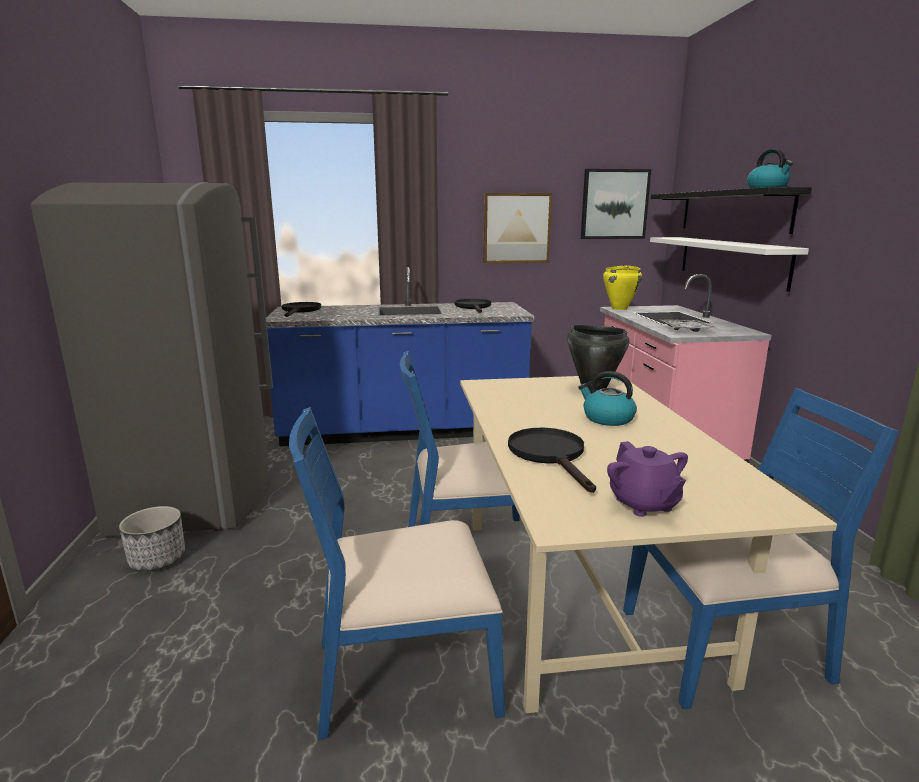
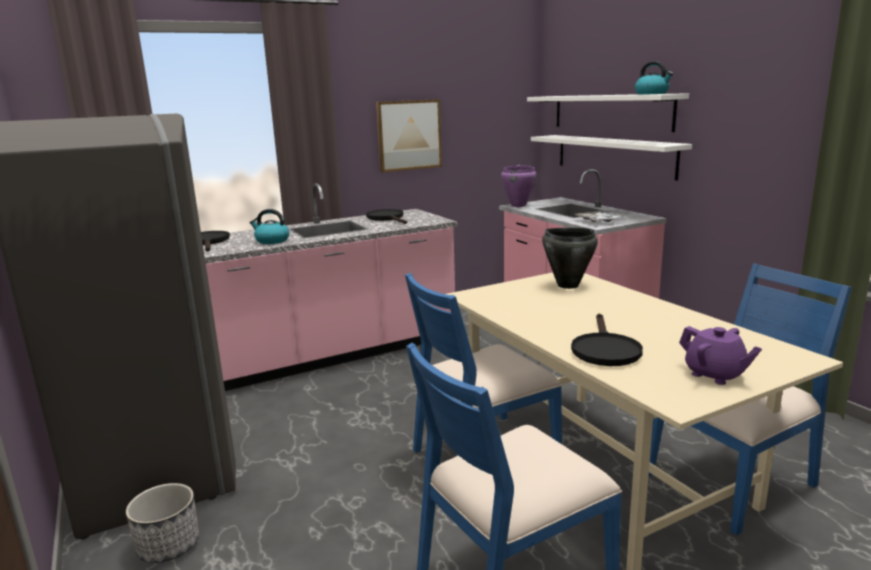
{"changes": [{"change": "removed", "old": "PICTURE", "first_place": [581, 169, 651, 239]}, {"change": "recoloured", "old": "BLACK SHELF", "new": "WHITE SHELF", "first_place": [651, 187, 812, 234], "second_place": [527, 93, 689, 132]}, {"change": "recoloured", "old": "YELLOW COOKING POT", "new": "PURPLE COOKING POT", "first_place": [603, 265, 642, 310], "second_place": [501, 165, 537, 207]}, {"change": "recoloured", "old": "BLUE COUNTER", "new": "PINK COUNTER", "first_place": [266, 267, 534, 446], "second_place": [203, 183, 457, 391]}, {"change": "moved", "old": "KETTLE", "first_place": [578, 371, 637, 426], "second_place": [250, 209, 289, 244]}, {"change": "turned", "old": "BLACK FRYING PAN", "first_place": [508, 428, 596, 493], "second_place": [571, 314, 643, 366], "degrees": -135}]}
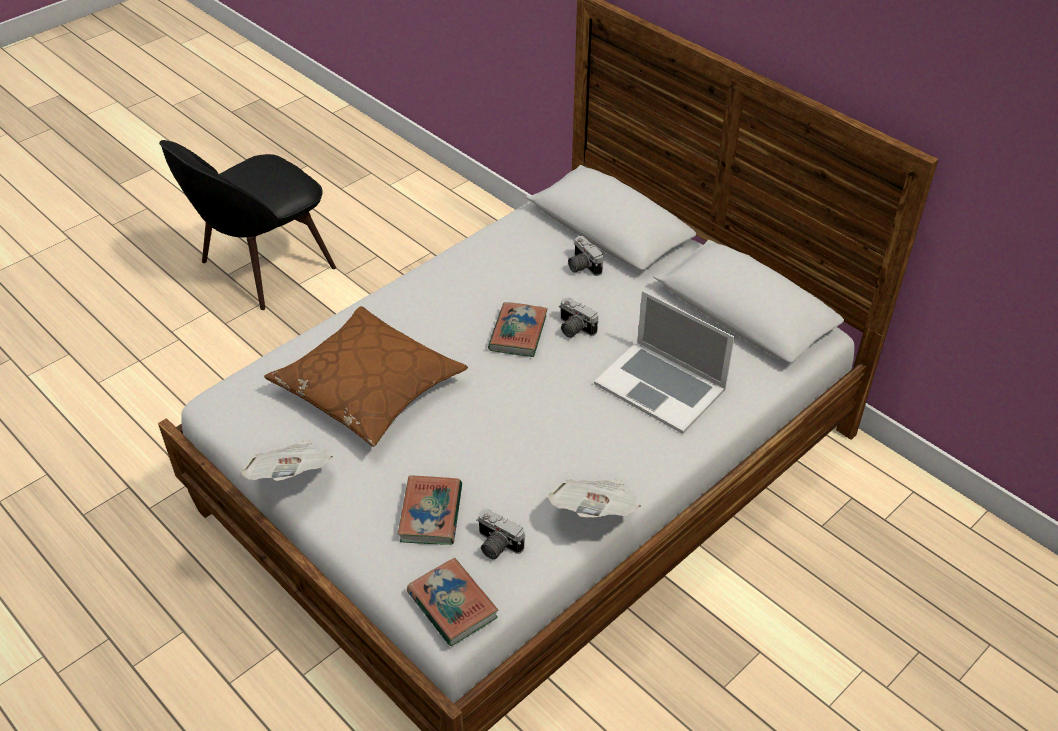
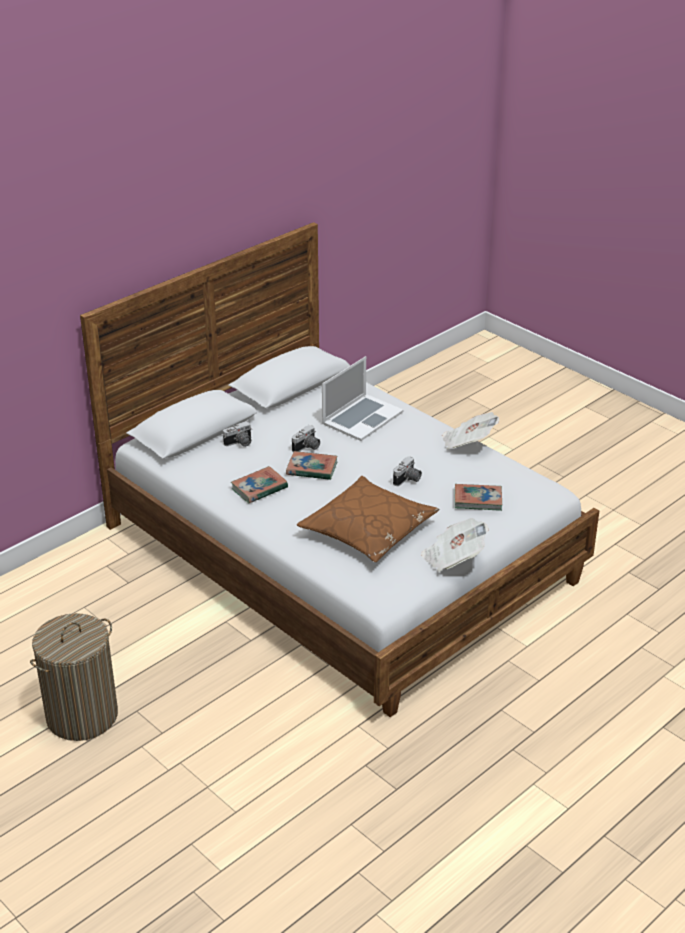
{"changes": [{"change": "replaced", "old": "BLACK CHAIR", "new": "LAUNDRY BASKET", "first_place": [159, 140, 336, 310], "second_place": [30, 613, 118, 741]}, {"change": "moved", "old": "PHOTO CAMERA", "first_place": [476, 509, 525, 560], "second_place": [393, 456, 422, 486]}, {"change": "moved", "old": "BOOK", "first_place": [407, 558, 498, 646], "second_place": [231, 466, 288, 503]}]}
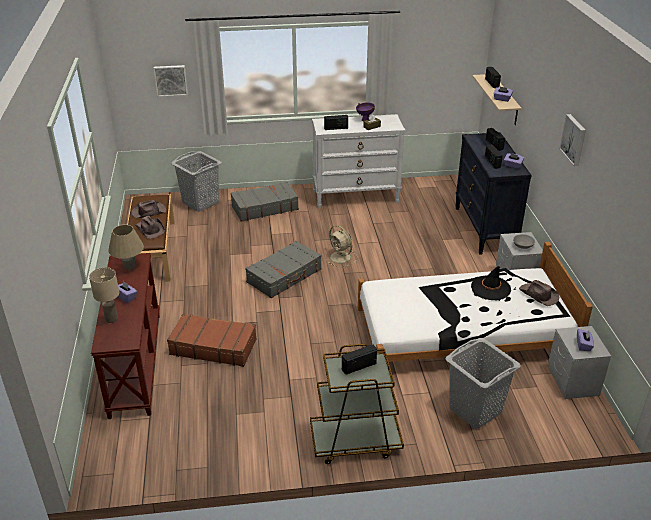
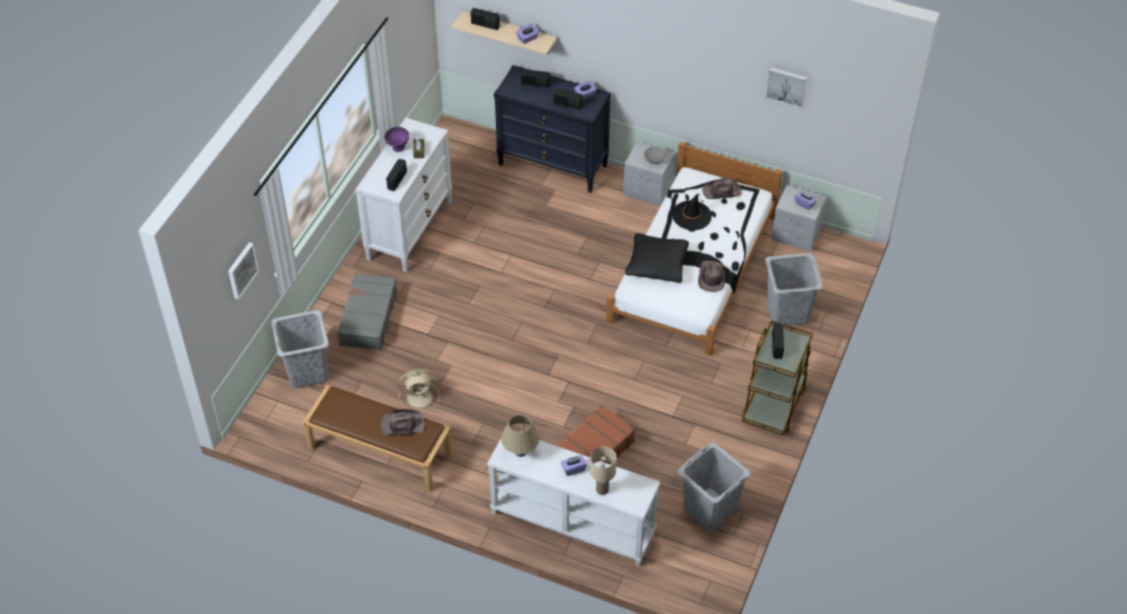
{"changes": [{"change": "moved", "old": "PICTURE", "first_place": [559, 114, 586, 166], "second_place": [766, 67, 807, 109]}, {"change": "moved", "old": "BROWN HAT", "first_place": [131, 200, 166, 218], "second_place": [698, 261, 725, 292]}, {"change": "moved", "old": "BEIGE FAN", "first_place": [325, 225, 357, 267], "second_place": [398, 369, 439, 412]}, {"change": "removed", "old": "GREY SUITCASE", "first_place": [245, 241, 322, 298]}, {"change": "recoloured", "old": "BROWN CONSOLE TABLE", "new": "WHITE CONSOLE TABLE", "first_place": [91, 253, 160, 419], "second_place": [487, 439, 660, 567]}, {"change": "added", "new": "BLACK PILLOW", "second_place": [625, 233, 689, 283]}, {"change": "added", "new": "GREY LAUNDRY BASKET", "second_place": [678, 443, 751, 531]}]}
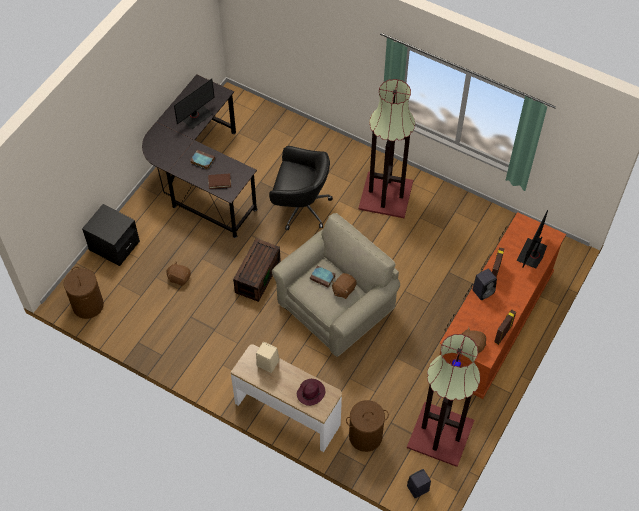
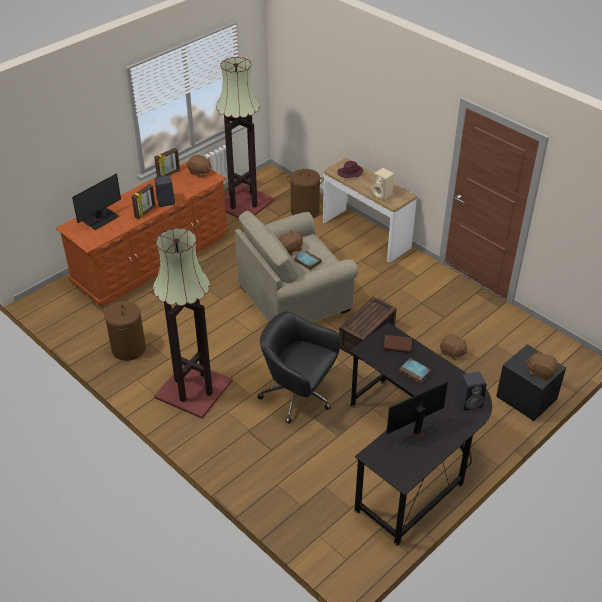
{"changes": [{"change": "moved", "old": "BROWN LAUNDRY BASKET", "first_place": [64, 267, 104, 319], "second_place": [104, 300, 146, 361]}, {"change": "moved", "old": "BLACK SPEAKER", "first_place": [407, 469, 431, 499], "second_place": [458, 371, 486, 411]}, {"change": "added", "new": "BROWN PLUSH TOY", "second_place": [526, 351, 558, 380]}]}
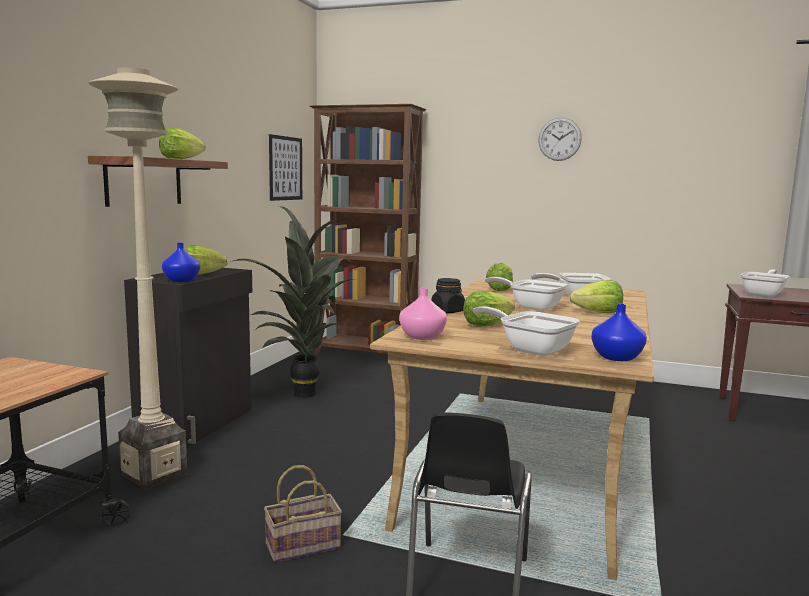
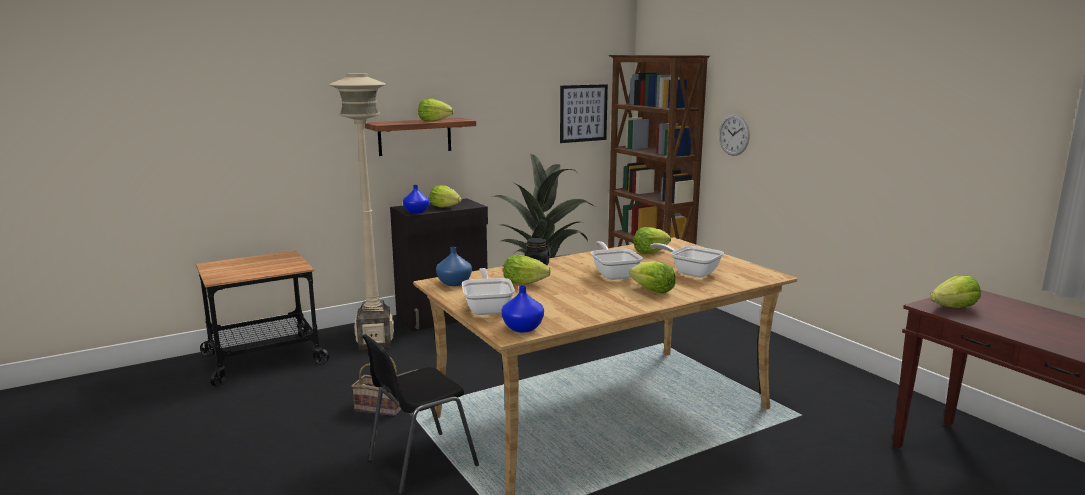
{"changes": [{"change": "moved", "old": "WALL CLOCK", "first_place": [538, 117, 582, 161], "second_place": [719, 114, 750, 156]}, {"change": "replaced", "old": "FRYING PAN", "new": "LETTUCE", "first_place": [741, 269, 790, 297], "second_place": [930, 275, 981, 308]}, {"change": "recoloured", "old": "PINK VASE", "new": "BLUE VASE", "first_place": [399, 288, 447, 340], "second_place": [436, 247, 472, 286]}]}
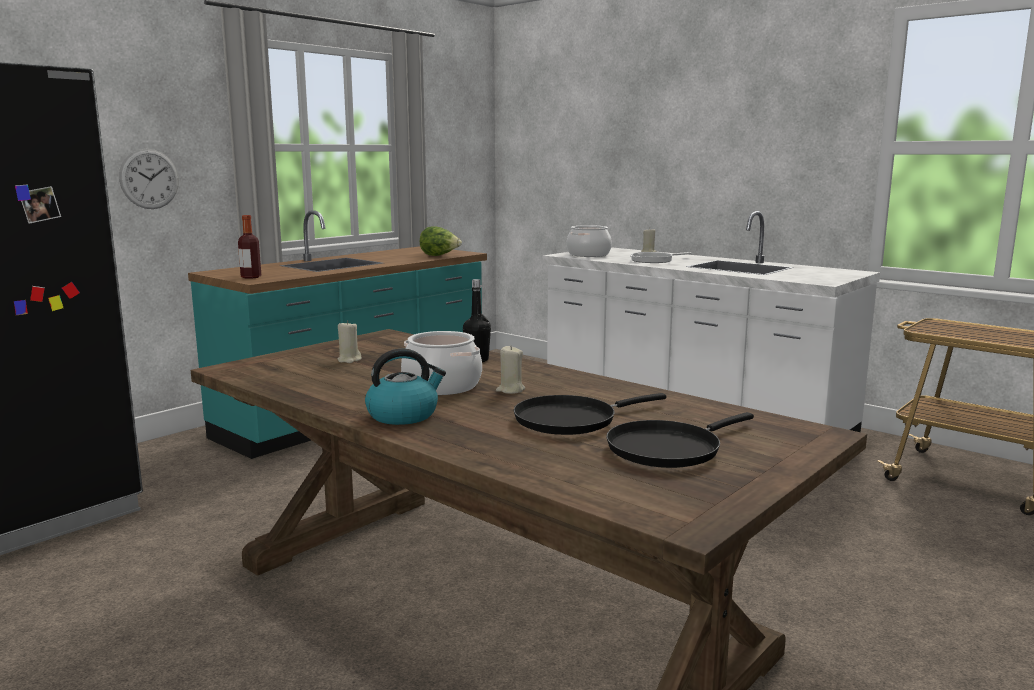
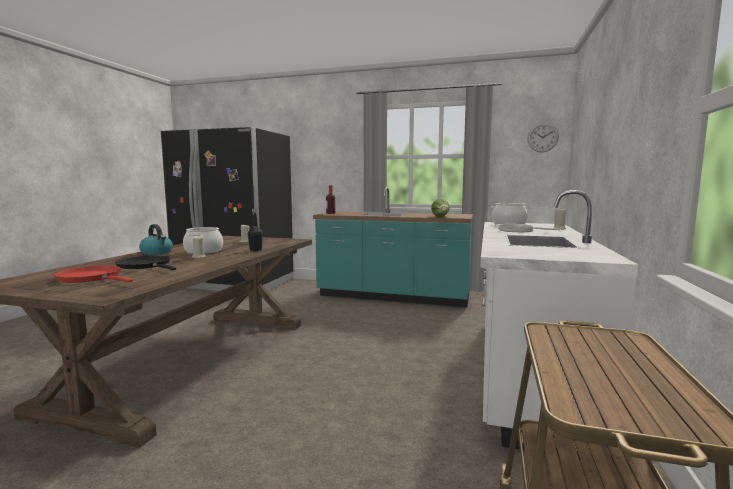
{"changes": [{"change": "moved", "old": "WALL CLOCK", "first_place": [119, 149, 179, 209], "second_place": [527, 123, 559, 152]}, {"change": "recoloured", "old": "BLACK FRYING PAN", "new": "RED FRYING PAN", "first_place": [606, 412, 754, 468], "second_place": [53, 265, 133, 283]}]}
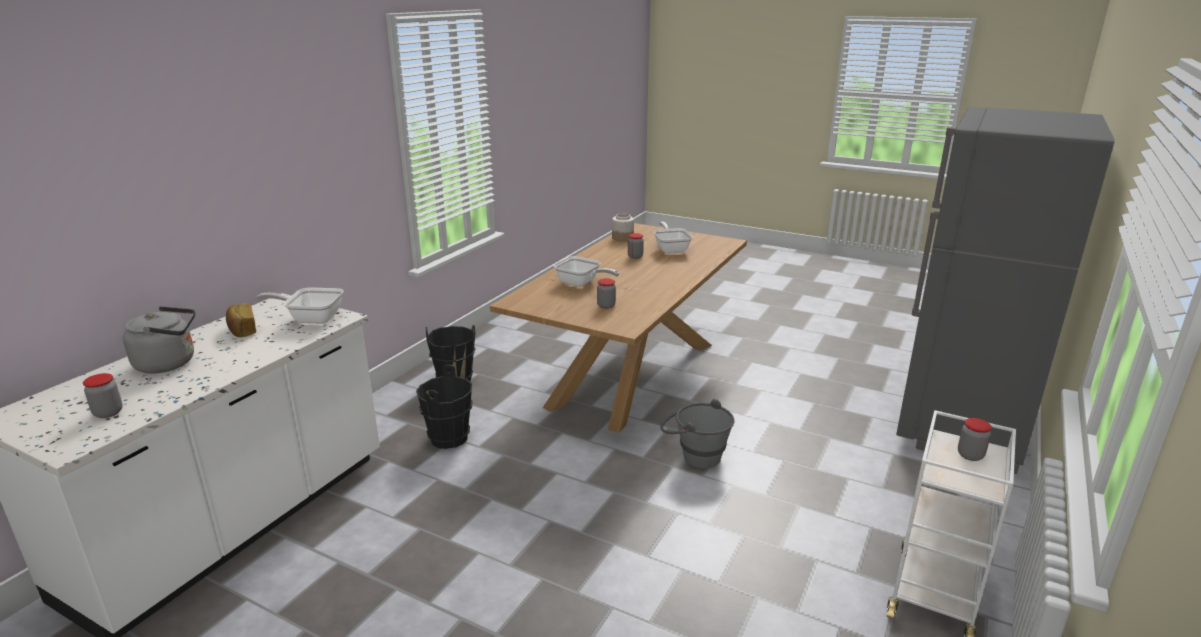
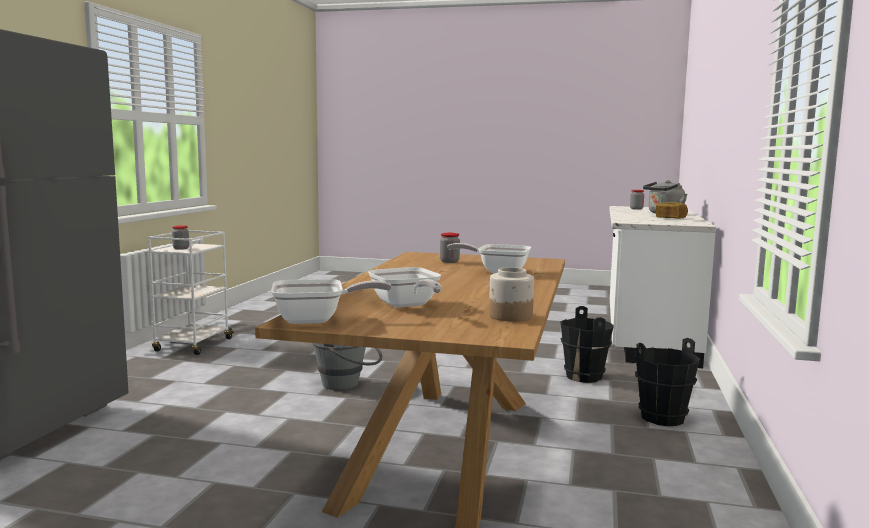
{"changes": [{"change": "removed", "old": "JAR", "first_place": [628, 233, 644, 259]}, {"change": "moved", "old": "FRYING PAN", "first_place": [256, 288, 344, 324], "second_place": [271, 279, 392, 324]}]}
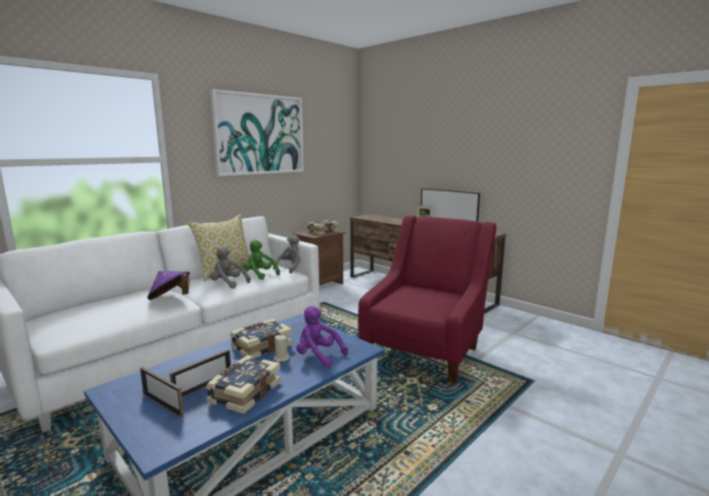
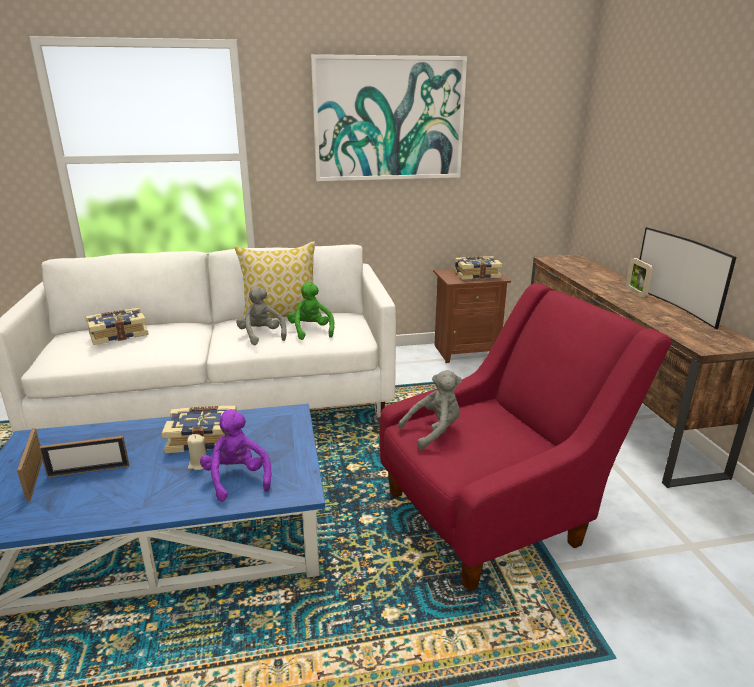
{"changes": [{"change": "moved", "old": "GREY PLUSH TOY", "first_place": [273, 234, 301, 273], "second_place": [398, 370, 462, 450]}, {"change": "removed", "old": "PURPLE HAT", "first_place": [147, 271, 190, 300]}, {"change": "moved", "old": "BOOK", "first_place": [206, 355, 281, 414], "second_place": [86, 308, 149, 345]}]}
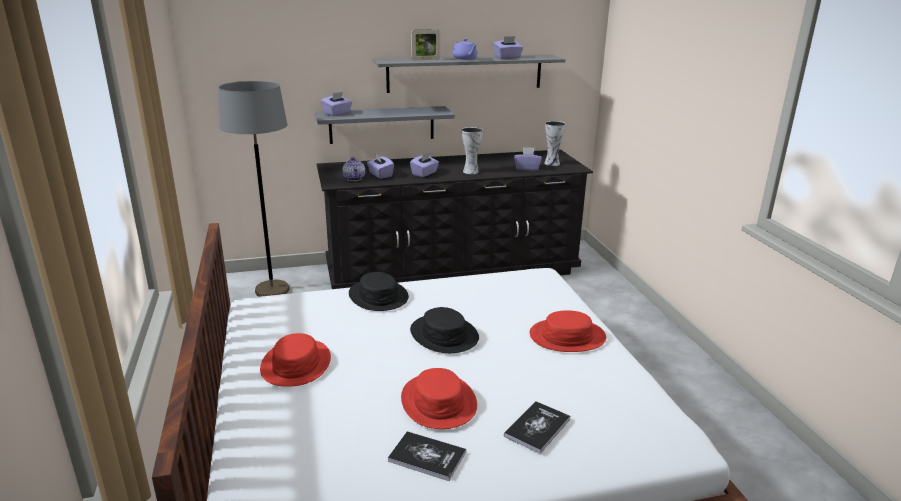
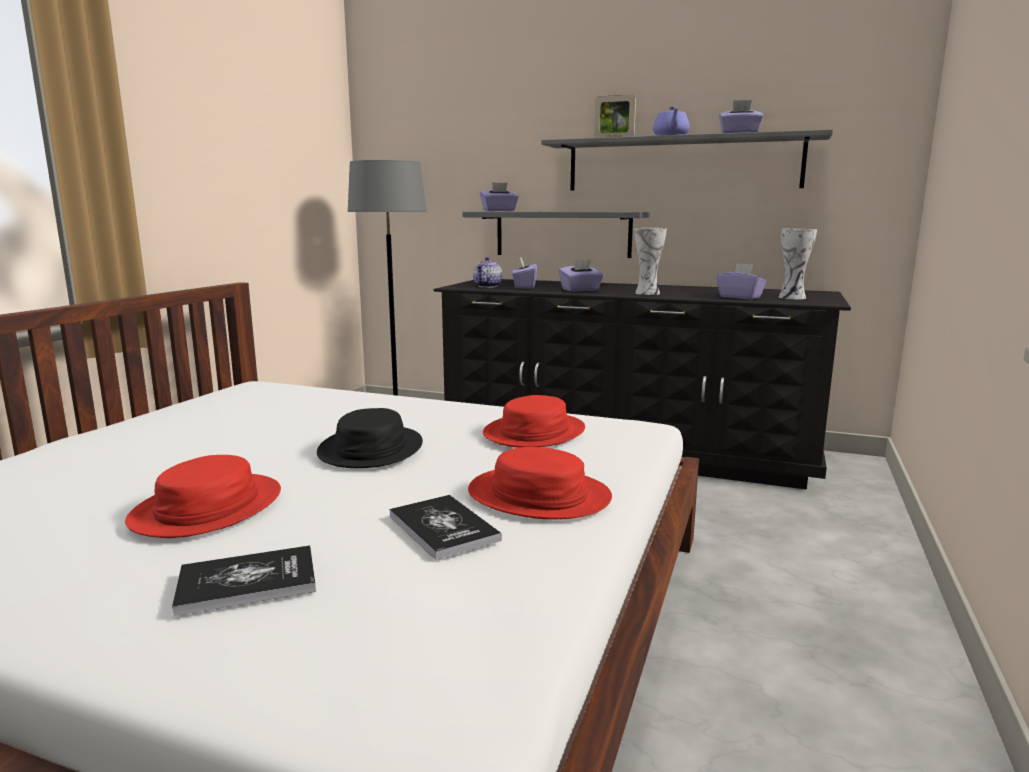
{"changes": [{"change": "removed", "old": "BLACK HAT", "first_place": [349, 272, 409, 311]}, {"change": "moved", "old": "RED HAT", "first_place": [260, 333, 331, 387], "second_place": [483, 395, 585, 448]}, {"change": "moved", "old": "BOOK", "first_place": [388, 431, 466, 481], "second_place": [389, 495, 502, 560]}]}
